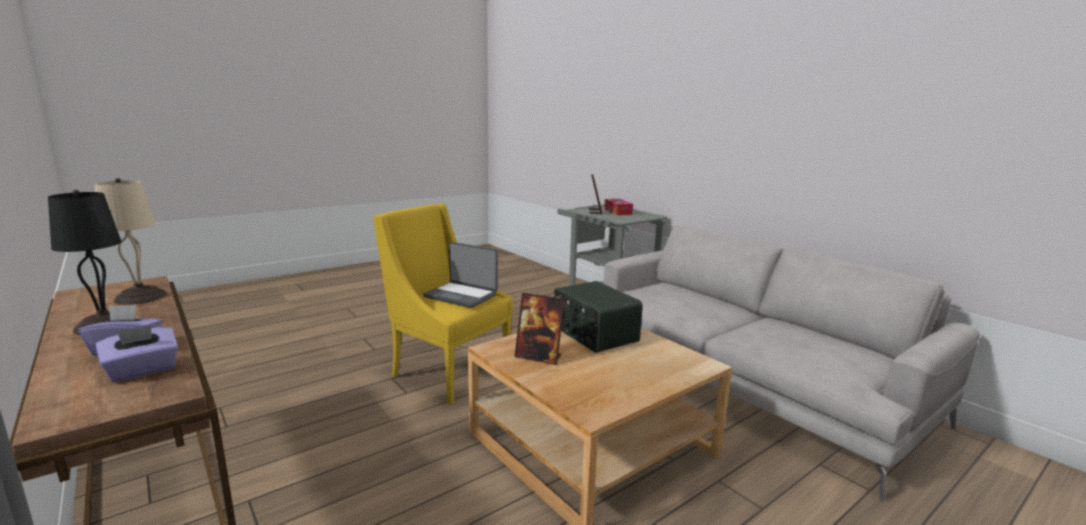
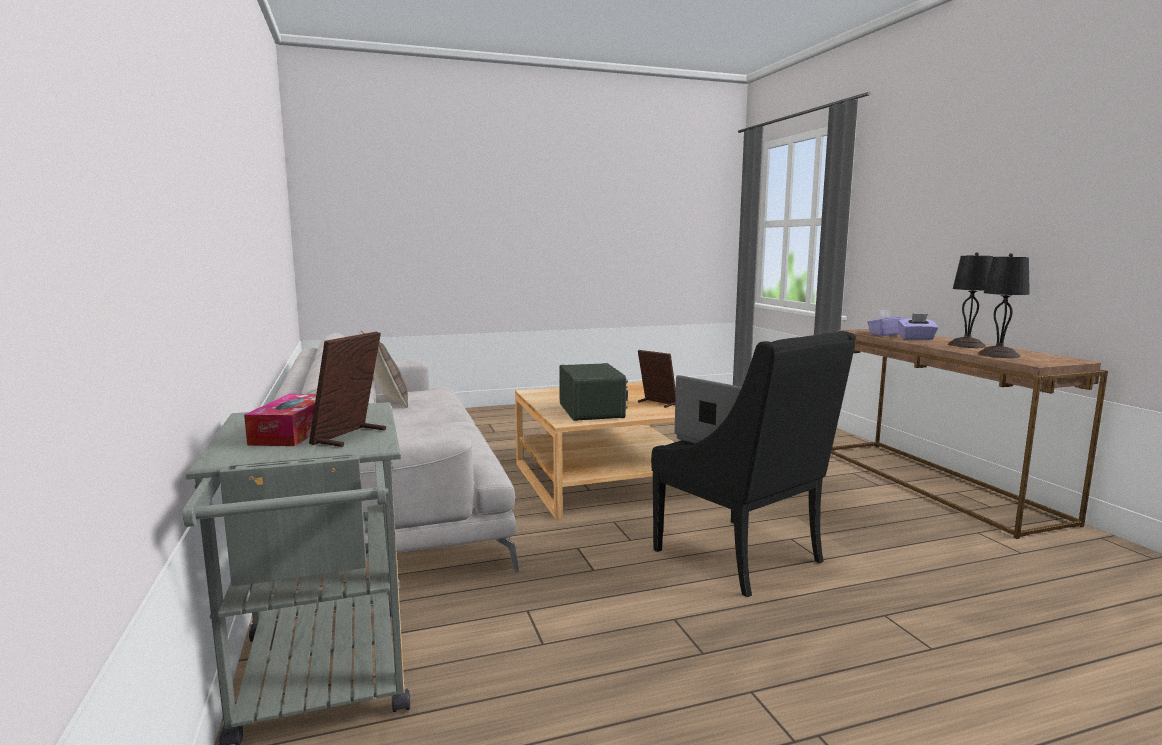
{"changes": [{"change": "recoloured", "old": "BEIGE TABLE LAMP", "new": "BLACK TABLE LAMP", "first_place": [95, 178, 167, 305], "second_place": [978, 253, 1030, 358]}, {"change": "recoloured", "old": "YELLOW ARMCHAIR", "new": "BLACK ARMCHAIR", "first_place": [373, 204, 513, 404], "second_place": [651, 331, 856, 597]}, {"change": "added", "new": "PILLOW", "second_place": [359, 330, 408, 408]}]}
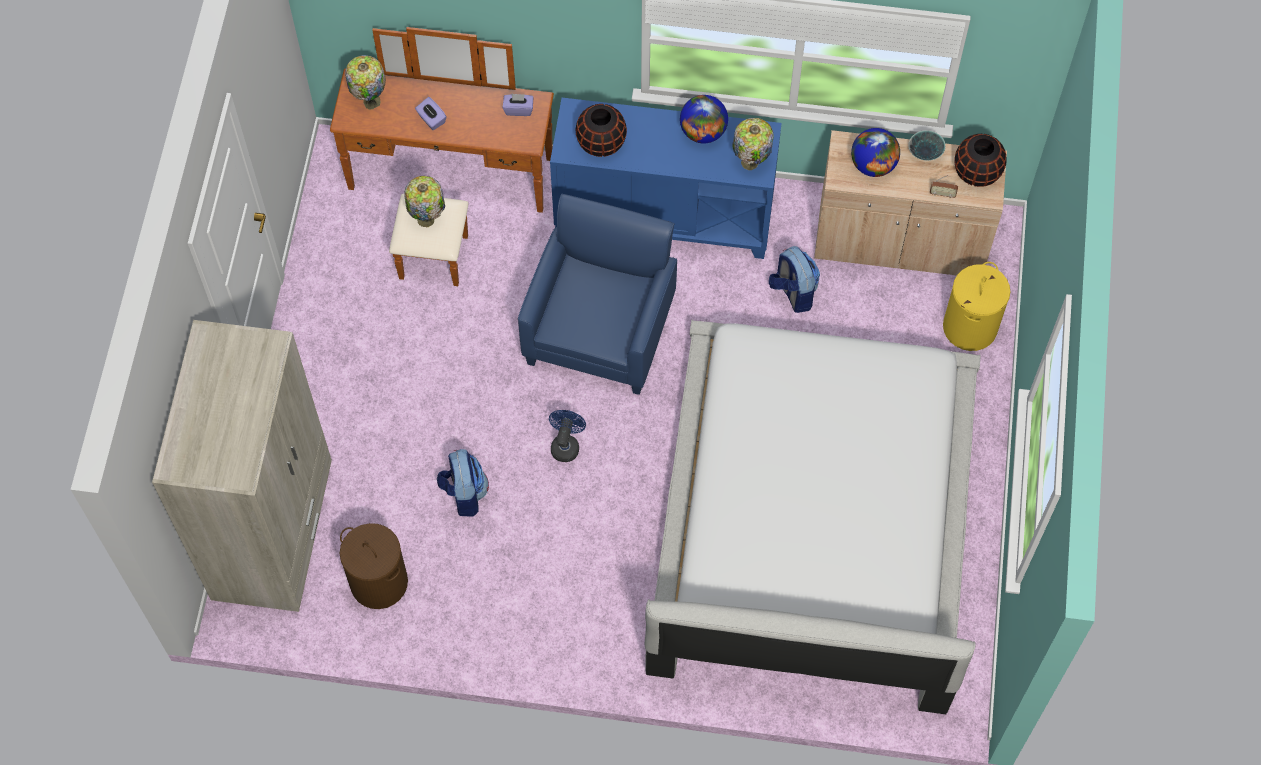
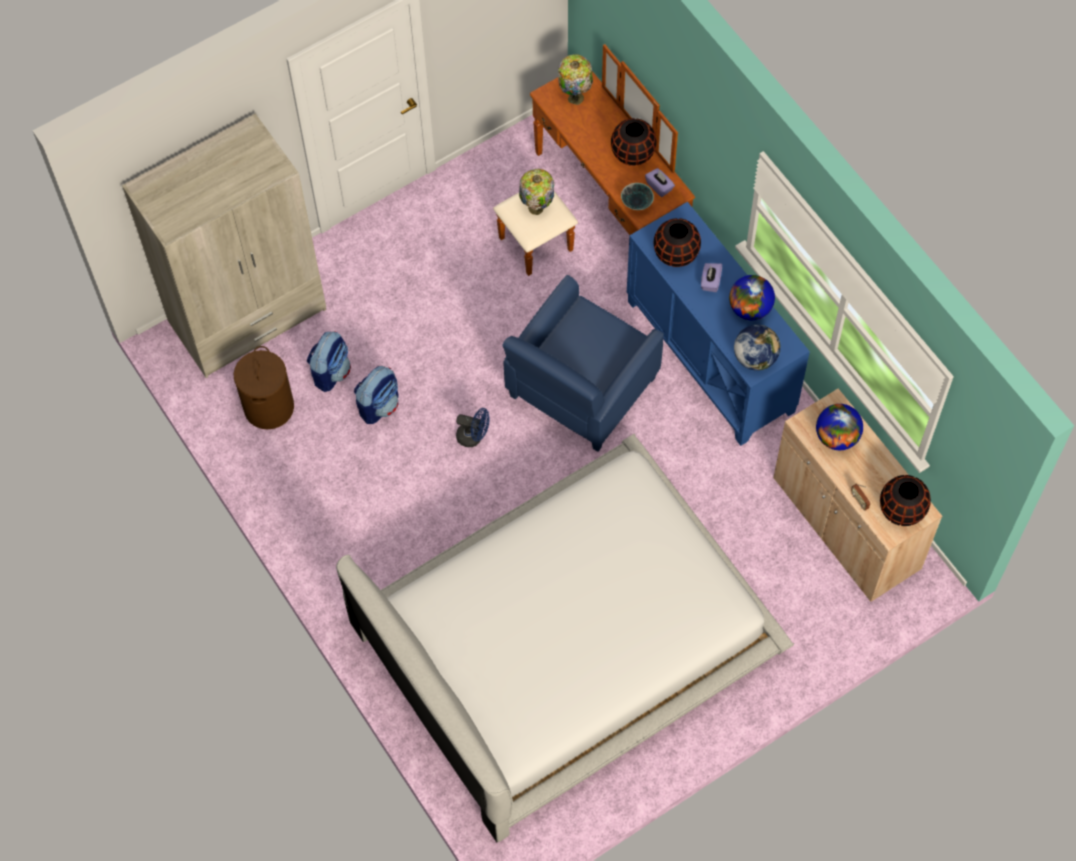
{"changes": [{"change": "moved", "old": "PURPLE TISSUE BOX", "first_place": [415, 97, 447, 130], "second_place": [701, 263, 722, 292]}, {"change": "replaced", "old": "TABLE LAMP", "new": "GLOBE", "first_place": [732, 118, 774, 170], "second_place": [734, 325, 781, 371]}, {"change": "moved", "old": "BOWL", "first_place": [909, 130, 946, 161], "second_place": [621, 183, 654, 210]}, {"change": "turned", "old": "BLUE ARMCHAIR", "first_place": [518, 194, 677, 395], "second_place": [502, 275, 664, 452], "degrees": 150}, {"change": "moved", "old": "BACKPACK", "first_place": [769, 246, 820, 313], "second_place": [307, 331, 351, 392]}, {"change": "removed", "old": "YELLOW LAUNDRY BASKET", "first_place": [943, 262, 1010, 351]}, {"change": "turned", "old": "BLUE FAN", "first_place": [549, 410, 586, 462], "second_place": [456, 408, 490, 447], "degrees": 45}, {"change": "added", "new": "BLACK VASE", "second_place": [611, 118, 657, 166]}]}
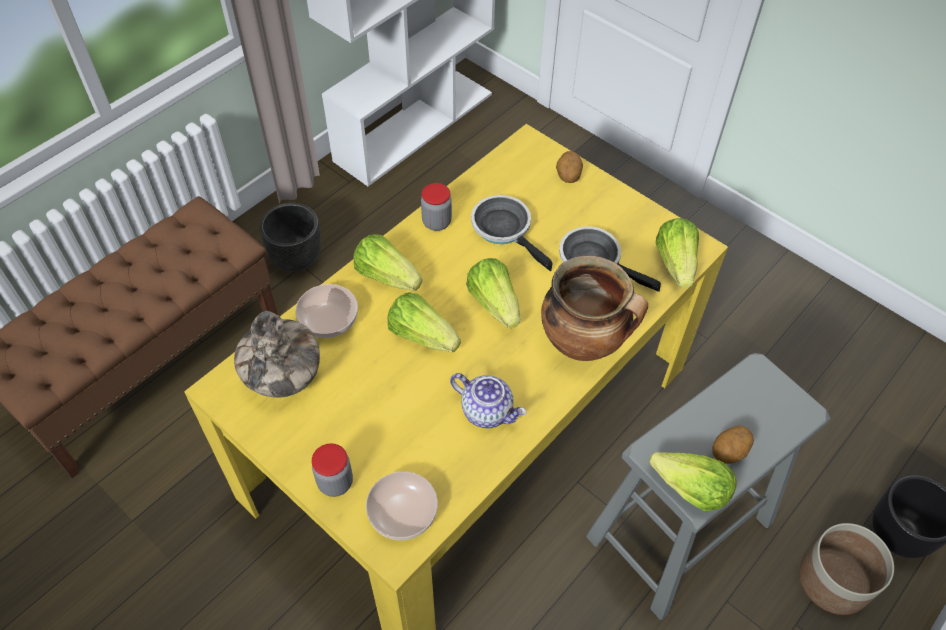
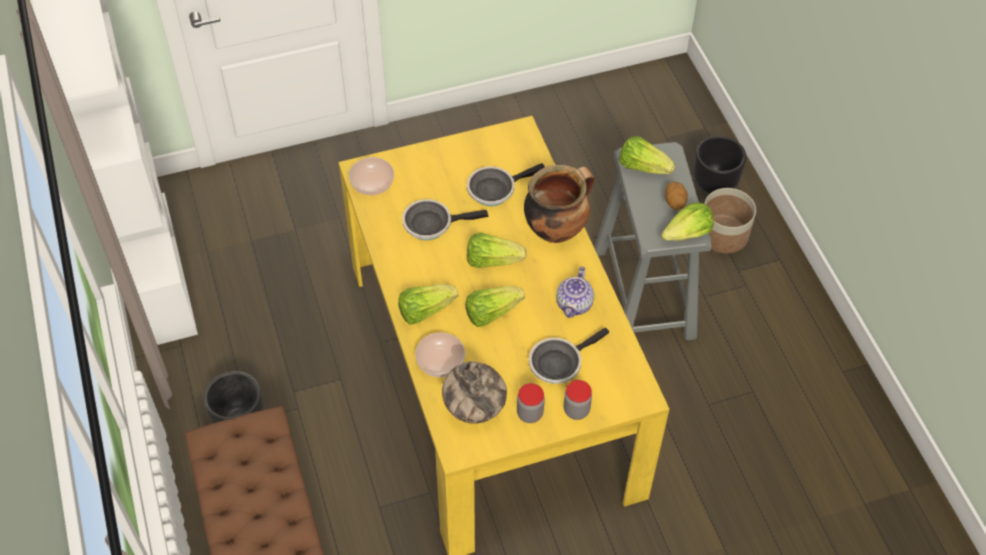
{"changes": [{"change": "removed", "old": "POTATO", "first_place": [556, 151, 583, 183]}, {"change": "moved", "old": "JAR", "first_place": [421, 183, 452, 231], "second_place": [517, 383, 545, 423]}, {"change": "moved", "old": "LETTUCE", "first_place": [656, 218, 699, 288], "second_place": [619, 136, 675, 174]}, {"change": "turned", "old": "TEAPOT", "first_place": [450, 373, 526, 428], "second_place": [556, 267, 594, 318], "degrees": 135}, {"change": "moved", "old": "BOWL", "first_place": [366, 471, 438, 540], "second_place": [349, 157, 394, 195]}, {"change": "added", "new": "FRYING PAN", "second_place": [529, 328, 609, 384]}]}
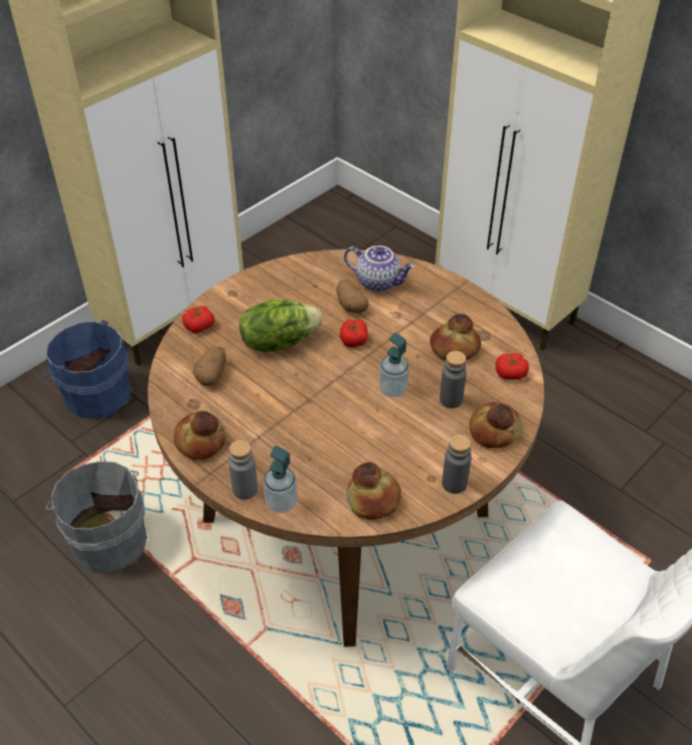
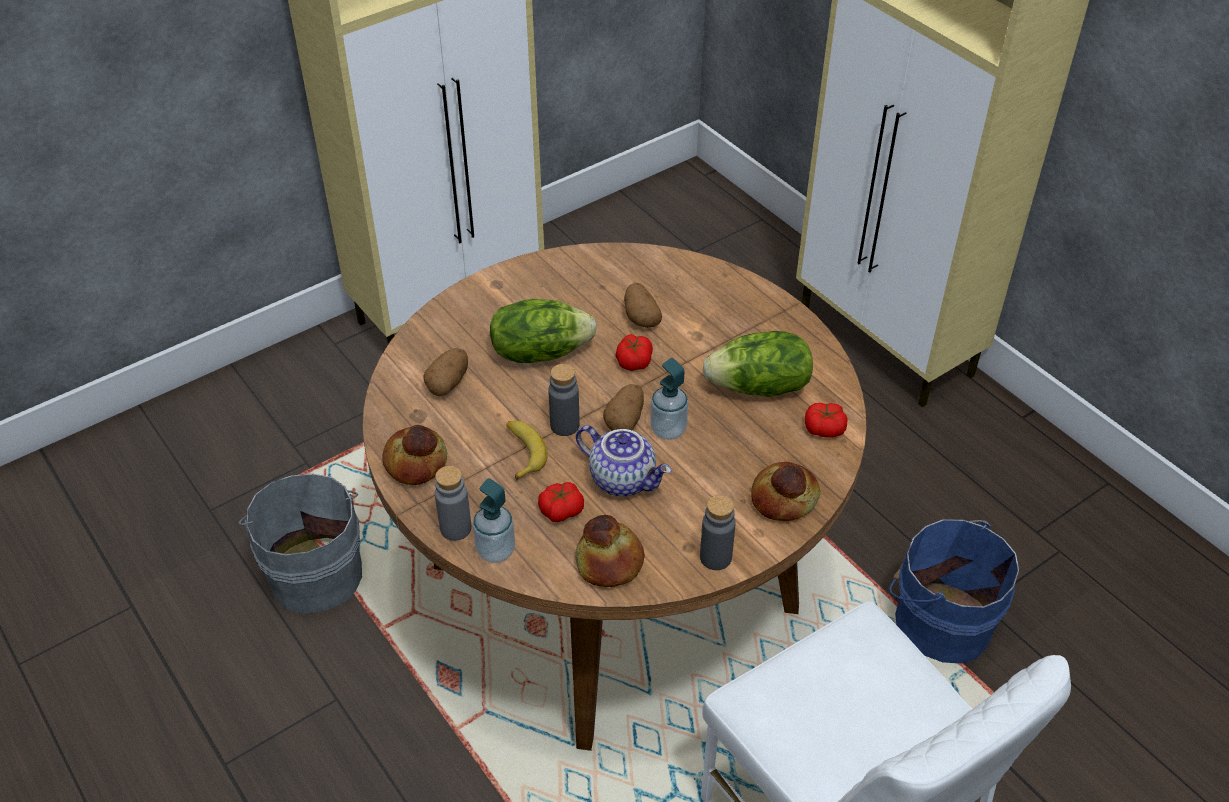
{"changes": [{"change": "moved", "old": "TEAPOT", "first_place": [344, 246, 415, 292], "second_place": [576, 425, 671, 496]}, {"change": "moved", "old": "TOMATO", "first_place": [182, 306, 215, 333], "second_place": [538, 482, 584, 522]}, {"change": "replaced", "old": "BREAD", "new": "LETTUCE", "first_place": [430, 314, 481, 360], "second_place": [703, 331, 813, 397]}, {"change": "moved", "old": "BLUE BUCKET", "first_place": [43, 320, 131, 419], "second_place": [889, 519, 1019, 663]}, {"change": "moved", "old": "GREY BOTTLE", "first_place": [440, 351, 466, 408], "second_place": [548, 364, 580, 436]}, {"change": "added", "new": "POTATO", "second_place": [603, 384, 644, 431]}, {"change": "added", "new": "BANANA", "second_place": [506, 421, 548, 480]}]}
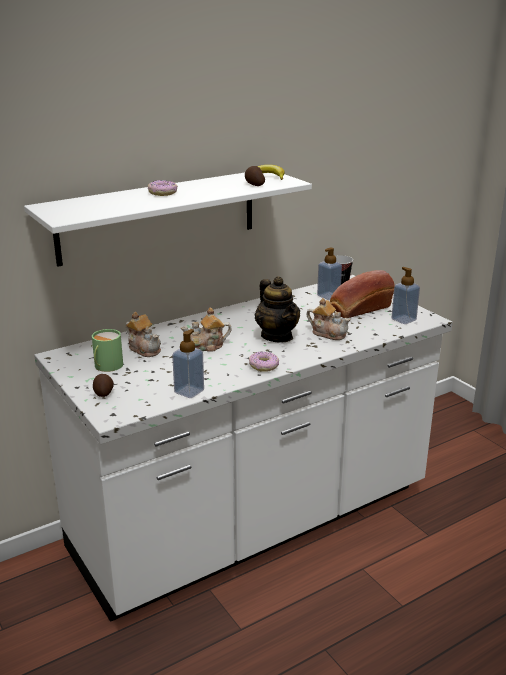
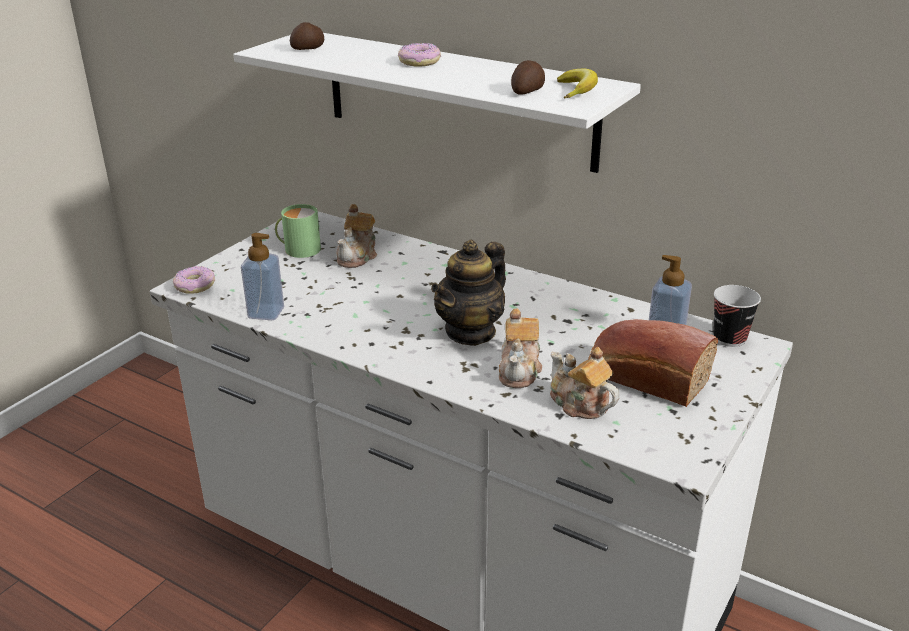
{"changes": [{"change": "removed", "old": "SOAP DISPENSER", "first_place": [391, 267, 420, 324]}, {"change": "moved", "old": "TEAPOT", "first_place": [181, 307, 232, 352], "second_place": [550, 347, 620, 419]}, {"change": "moved", "old": "DONUT", "first_place": [249, 352, 279, 372], "second_place": [173, 266, 215, 294]}, {"change": "moved", "old": "POTATO", "first_place": [93, 374, 114, 397], "second_place": [290, 22, 324, 50]}]}
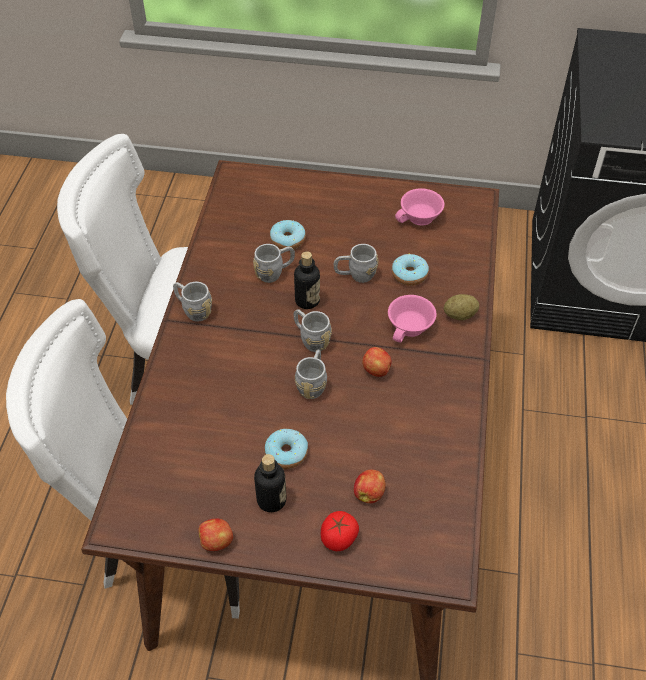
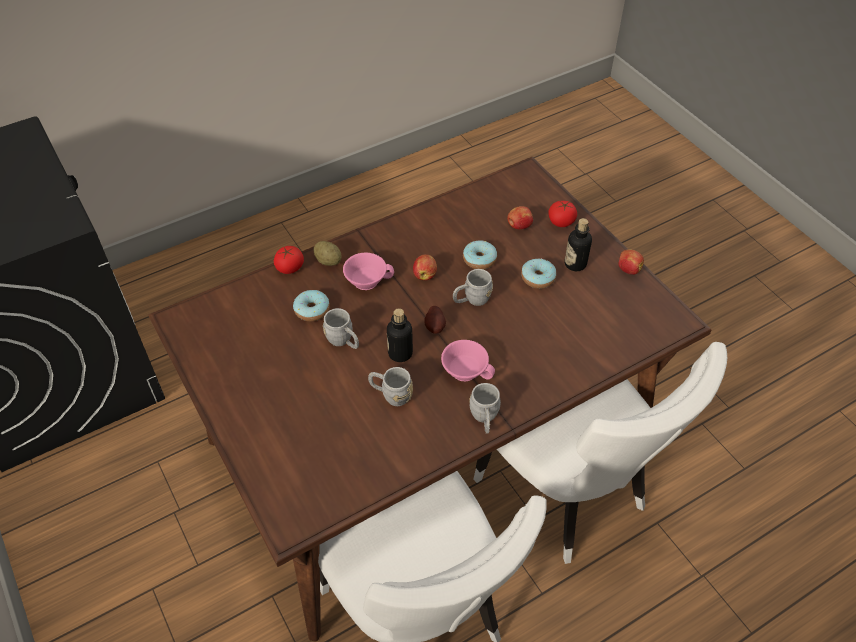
{"changes": [{"change": "moved", "old": "PINK CUP", "first_place": [395, 188, 444, 226], "second_place": [441, 340, 495, 381]}, {"change": "moved", "old": "DONUT", "first_place": [270, 220, 306, 249], "second_place": [463, 240, 497, 270]}, {"change": "replaced", "old": "GREY MUG", "new": "POTATO", "first_place": [294, 309, 332, 352], "second_place": [424, 306, 446, 334]}, {"change": "added", "new": "TOMATO", "second_place": [274, 246, 304, 274]}]}
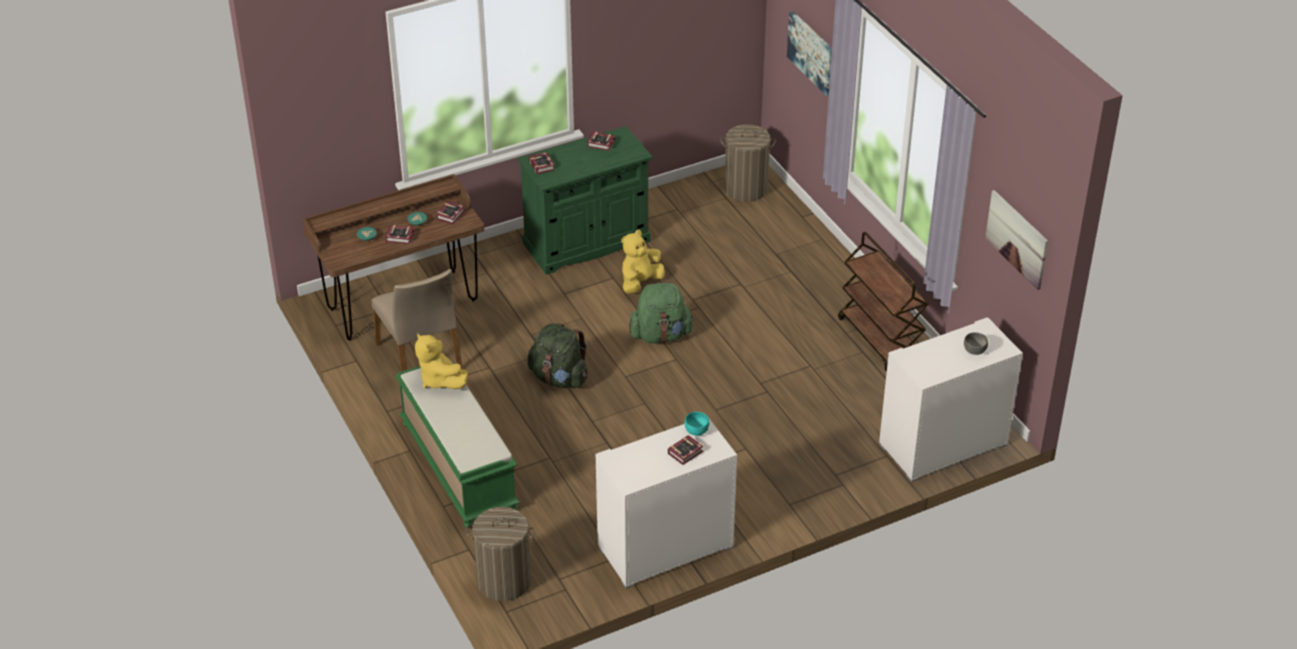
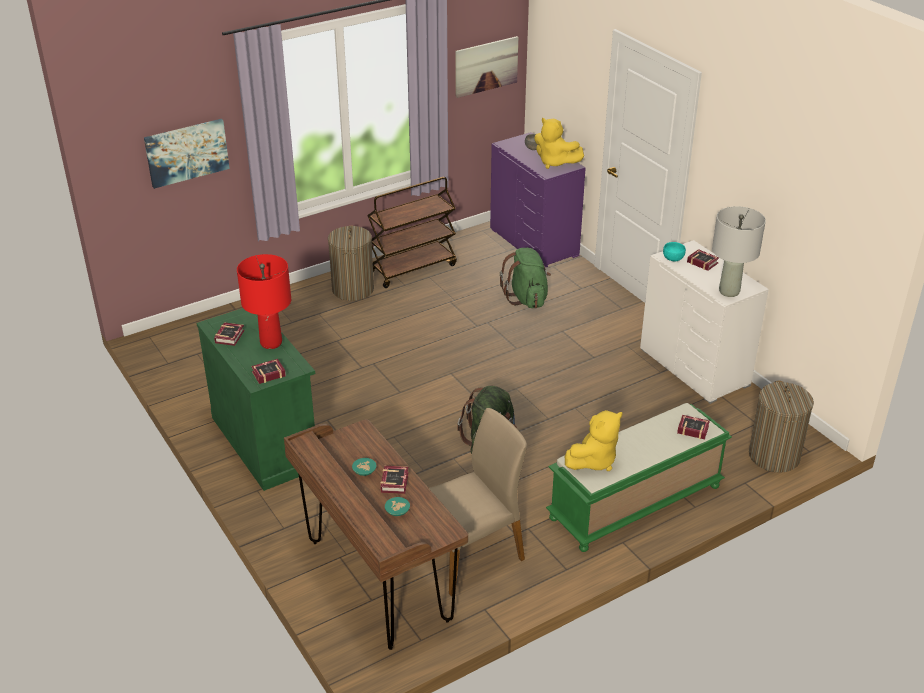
{"changes": [{"change": "moved", "old": "LAUNDRY BASKET", "first_place": [720, 124, 776, 202], "second_place": [328, 225, 374, 301]}, {"change": "moved", "old": "BOOK", "first_place": [436, 201, 465, 224], "second_place": [677, 415, 710, 439]}, {"change": "moved", "old": "YELLOW PLUSH TOY", "first_place": [621, 230, 665, 294], "second_place": [534, 118, 584, 169]}, {"change": "moved", "old": "GREEN BACKPACK", "first_place": [629, 282, 694, 344], "second_place": [500, 248, 551, 308]}, {"change": "recoloured", "old": "WHITE DRESSER", "new": "PURPLE DRESSER", "first_place": [879, 317, 1023, 482], "second_place": [490, 132, 586, 268]}, {"change": "added", "new": "GREY TABLE LAMP", "second_place": [712, 206, 766, 297]}, {"change": "added", "new": "RED TABLE LAMP", "second_place": [237, 254, 291, 349]}]}
